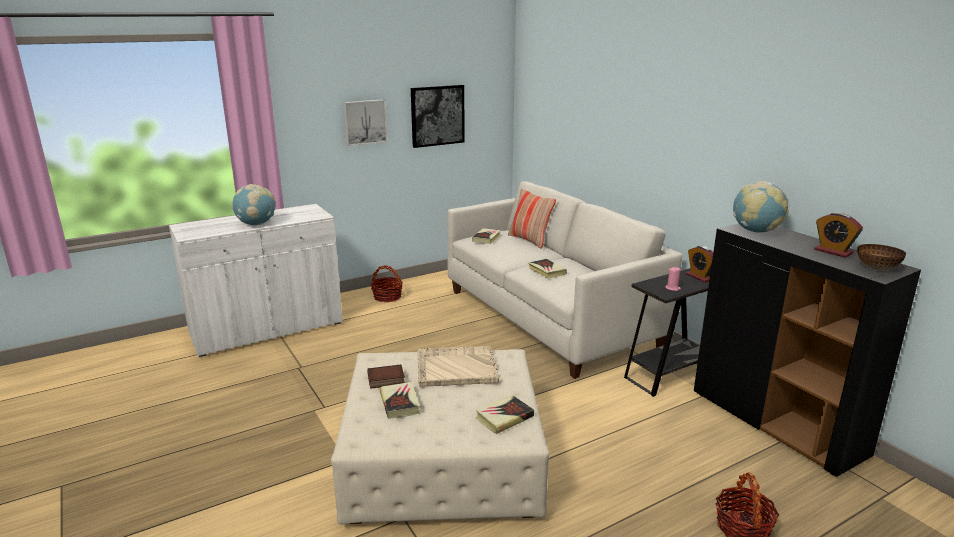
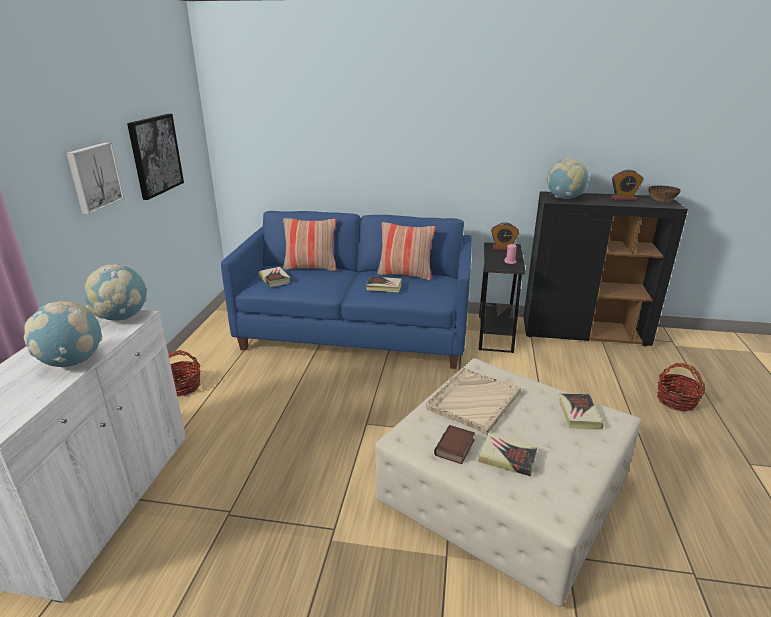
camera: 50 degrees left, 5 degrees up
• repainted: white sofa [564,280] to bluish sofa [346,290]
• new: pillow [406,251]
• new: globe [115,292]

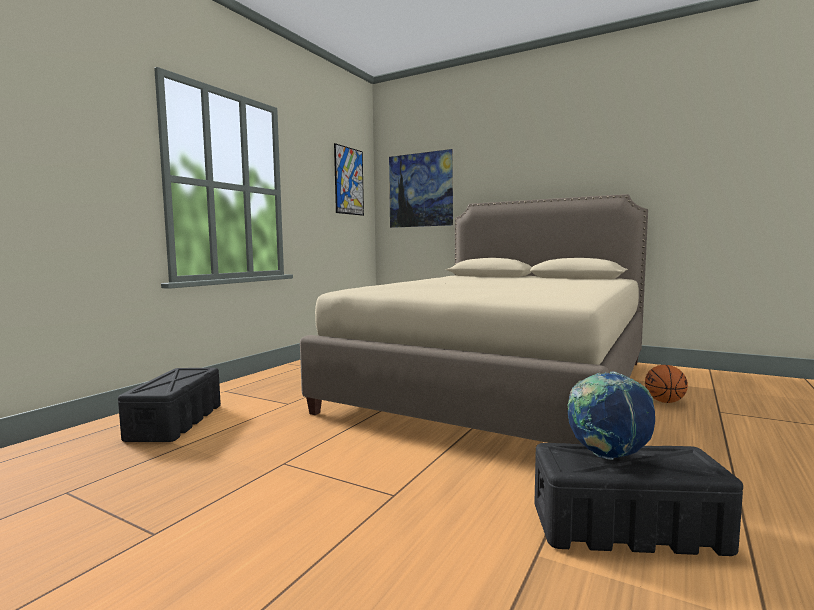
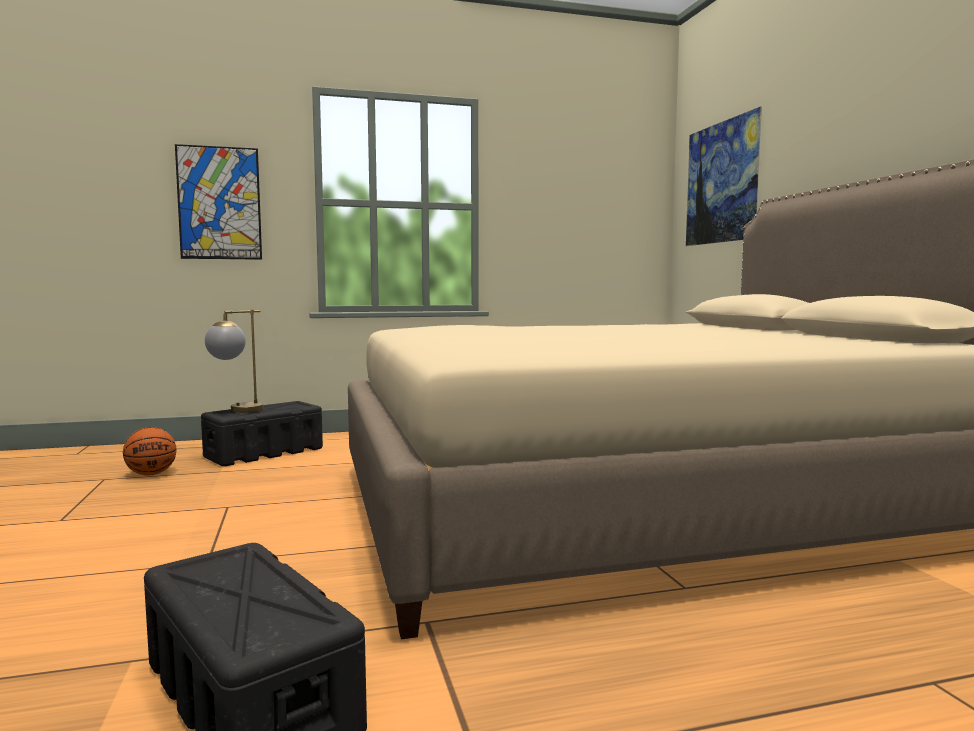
camera: 45 degrees right, 0 degrees up
• shifted: wall picture [349,179] to [218,202]
• shifted: ball for basketball [666,384] to [149,451]
• gone: globe [611,416]
• new: lamp for a table [234,361]

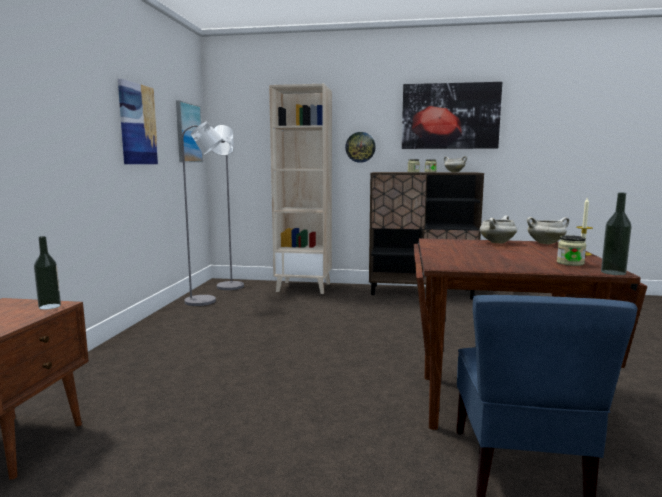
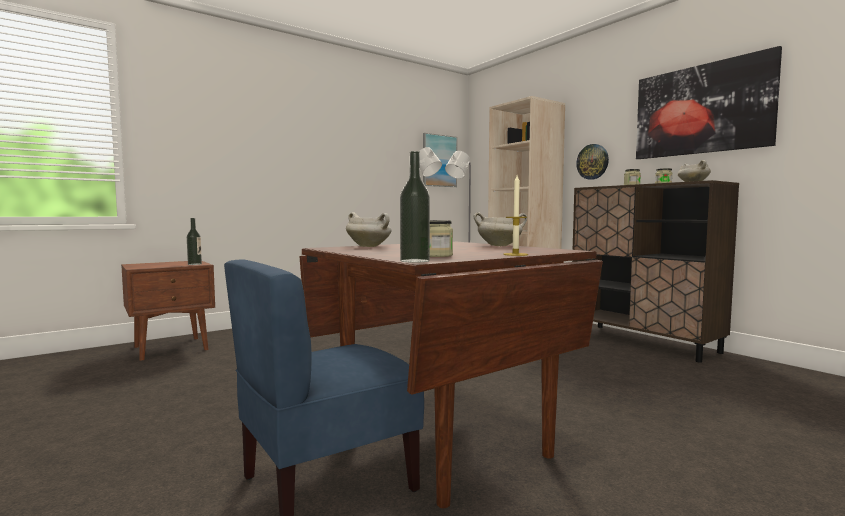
camera: 45 degrees right, 5 degrees down
• gone: wall picture [138,121]
• shifted: white stockpot [548,230] to [368,229]

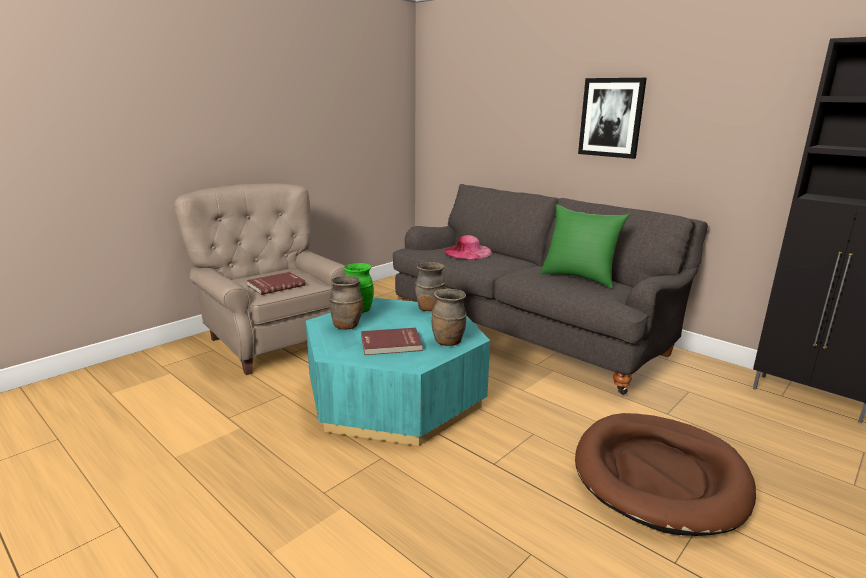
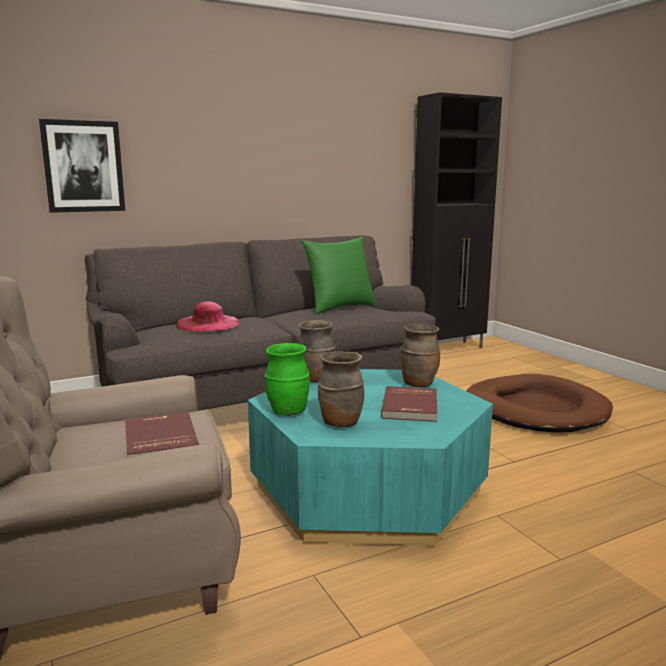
camera: 70 degrees left, 5 degrees down
• shifted: wall picture [612,118] to [82,166]

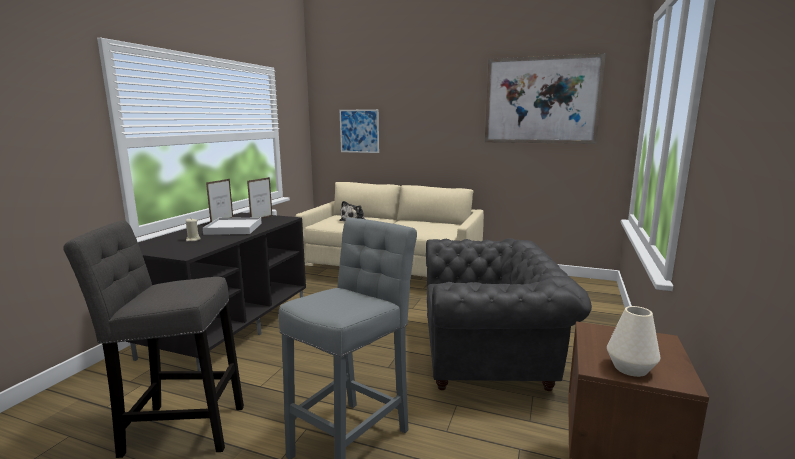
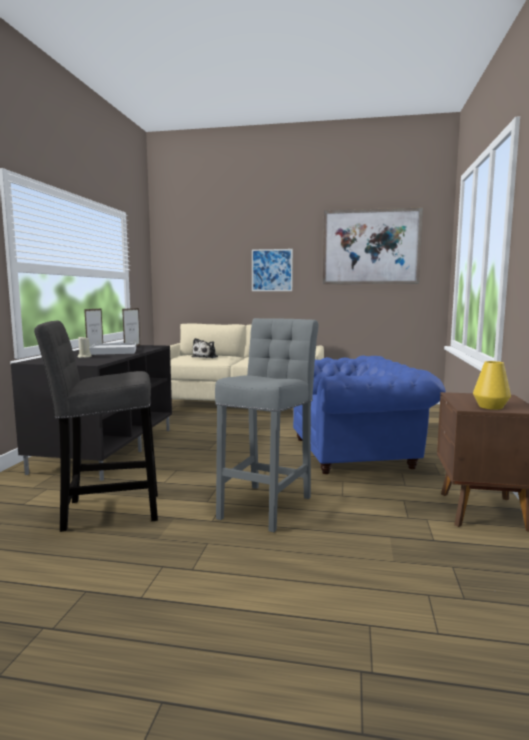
camera: 10 degrees left, 5 degrees down
• shifted: wall picture [359,131] to [272,270]
• repainted: grey lounge chair [509,314] to bluish lounge chair [369,414]
• repainted: white vase [633,341] to yellow-coloured vase [492,385]

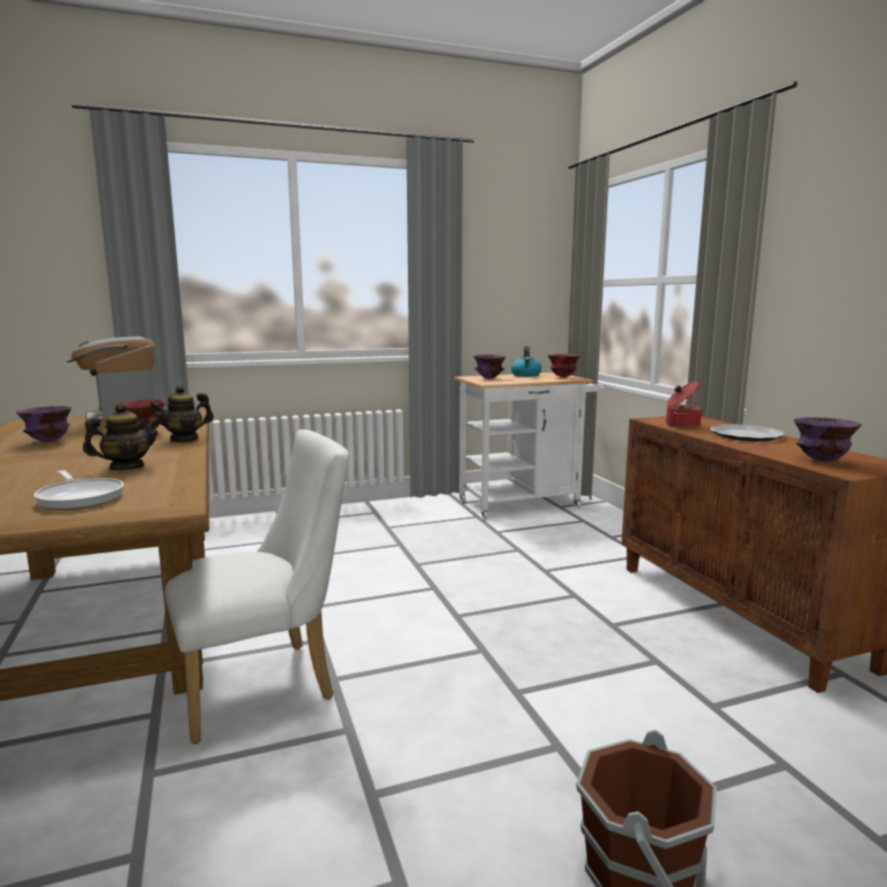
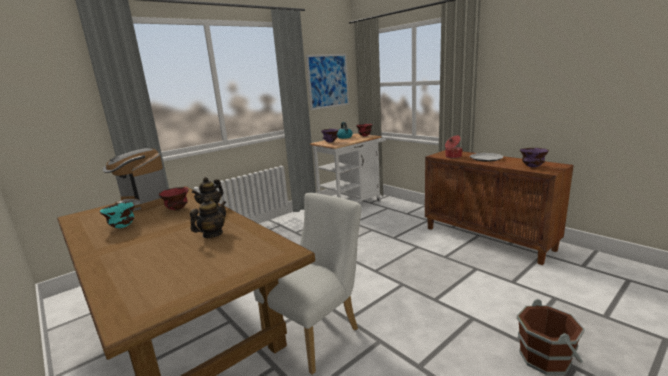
camera: 20 degrees left, 5 degrees up
• repainted: purplish bowl [44,424] to blue-green bowl [117,215]
• gone: skillet [79,490]
• new: wall picture [327,82]

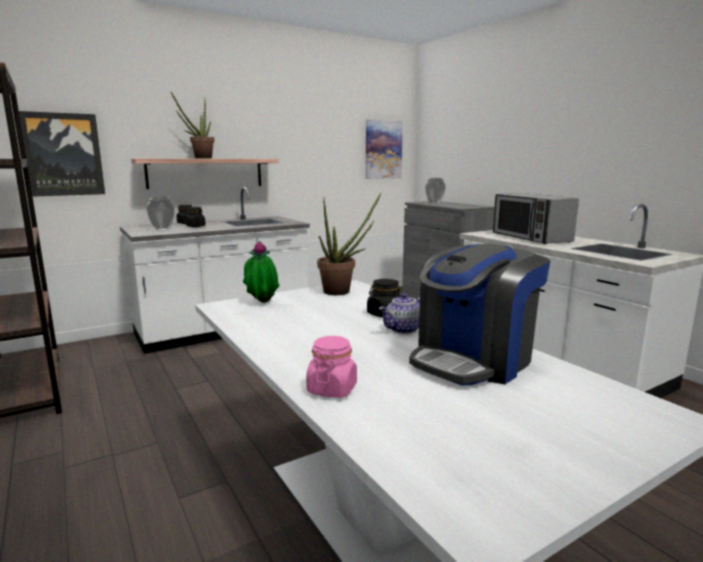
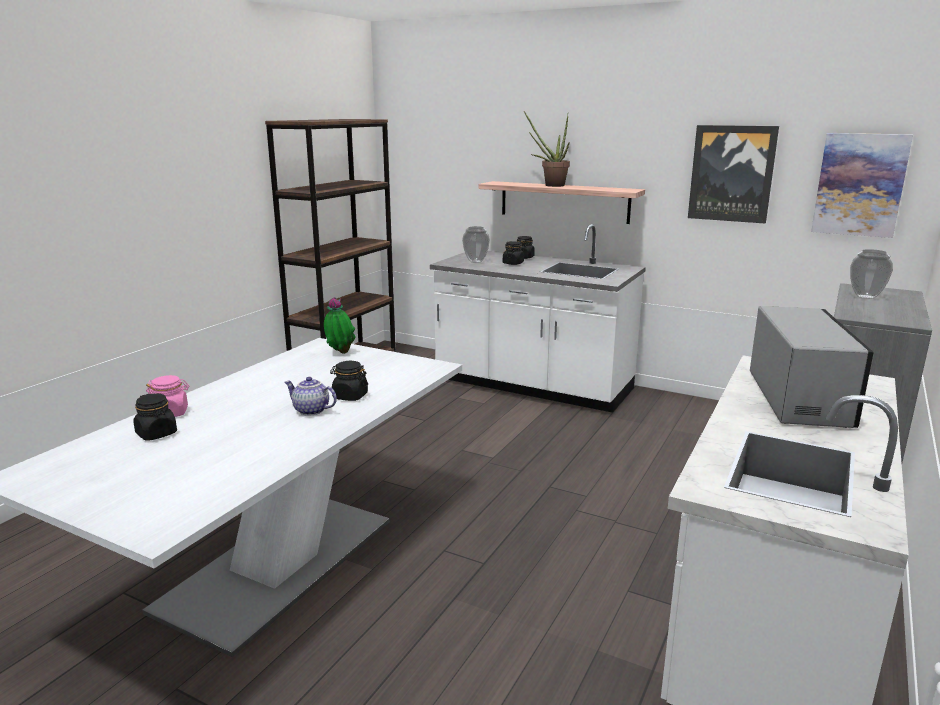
camera: 60 degrees right, 5 degrees up
• shifted: wall picture [62,154] to [733,174]
• gone: plant in a pot [349,244]
• rotated: microwave oven [536,218] = [812,367] 150 degrees clockwise
• gone: coffee machine [480,314]
• new: blackish preserve jar [155,417]

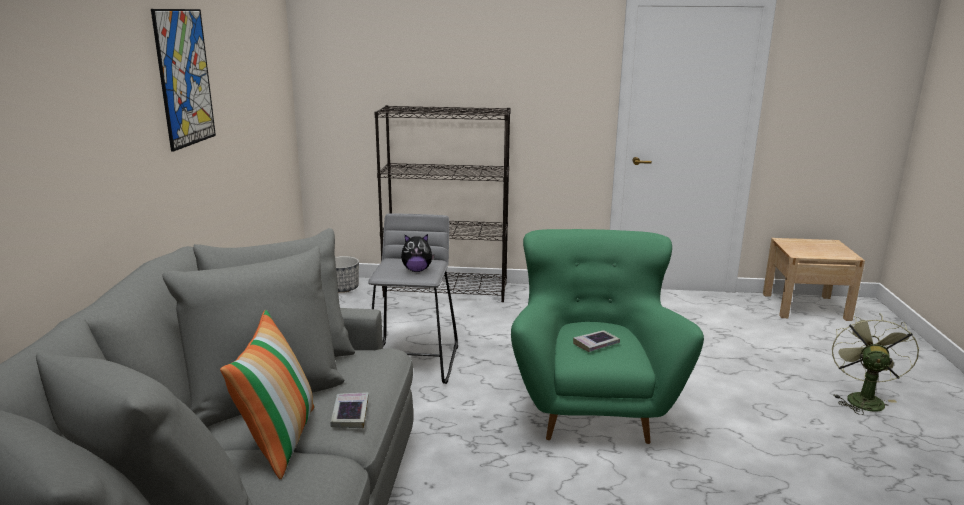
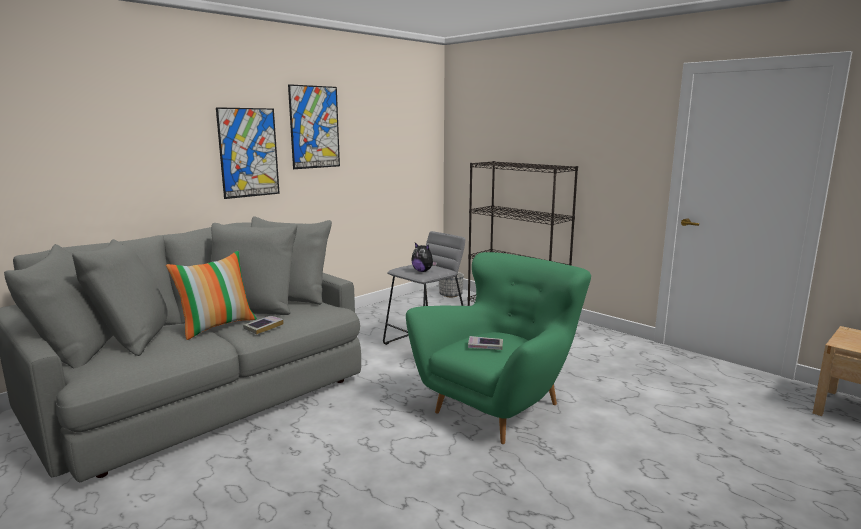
camera: 40 degrees right, 5 degrees down
• gone: green-coloured electric fan [875,364]
• new: wall picture [248,153]

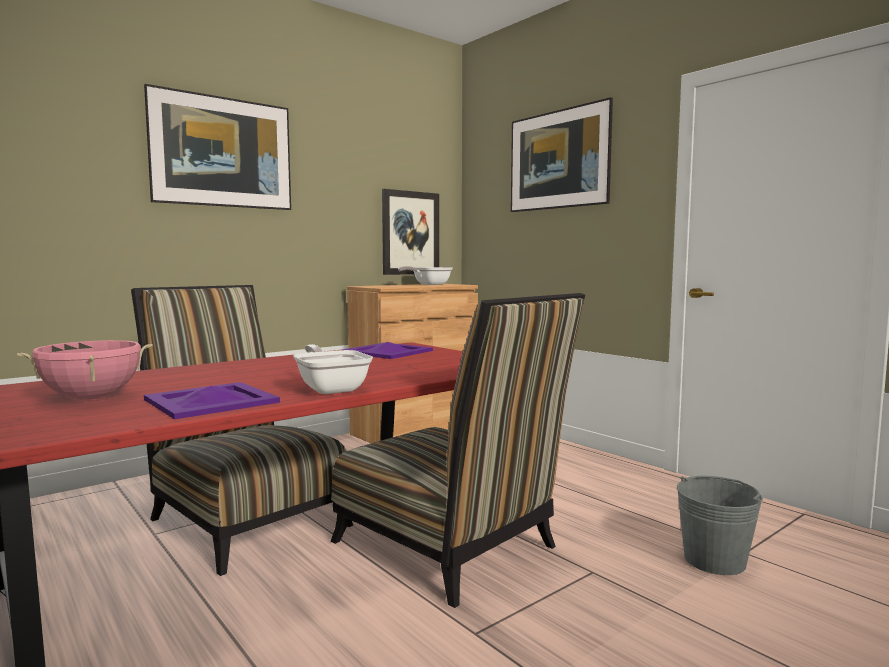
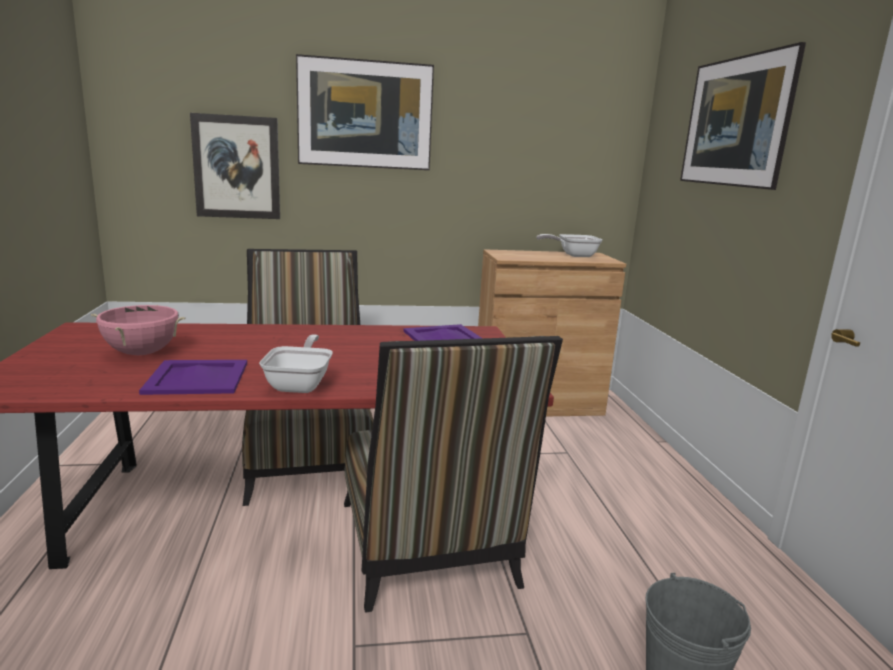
camera: 30 degrees right, 10 degrees up
• shifted: wall picture [410,232] to [235,166]

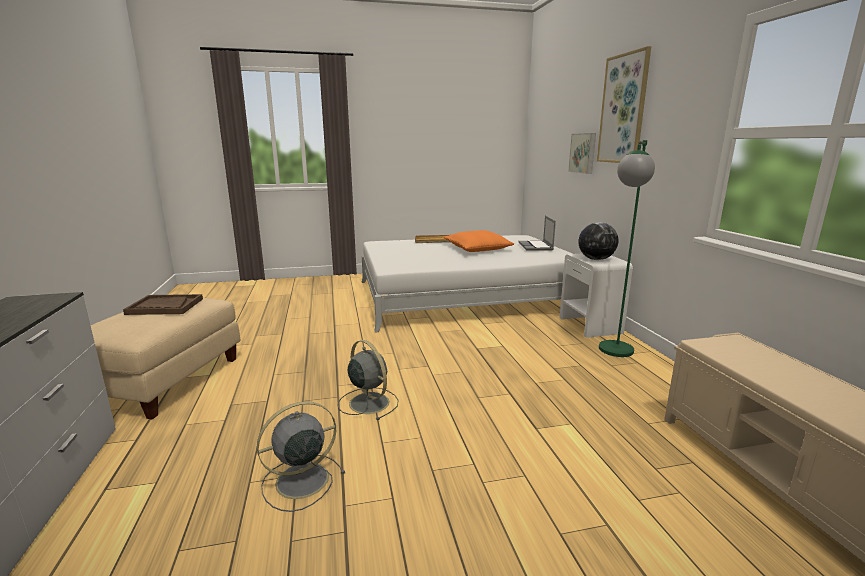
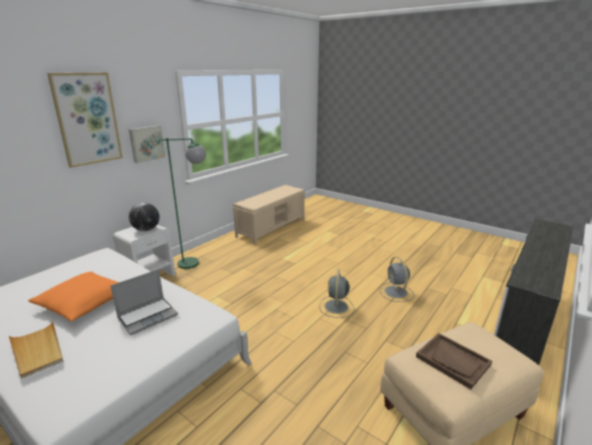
camera: 130 degrees left, 5 degrees up
• shifted: wall picture [582,153] to [147,144]
• shifted: notebook computer [537,233] to [144,302]
• rotated: grey electric fan [301,456] = [397,279] 60 degrees clockwise

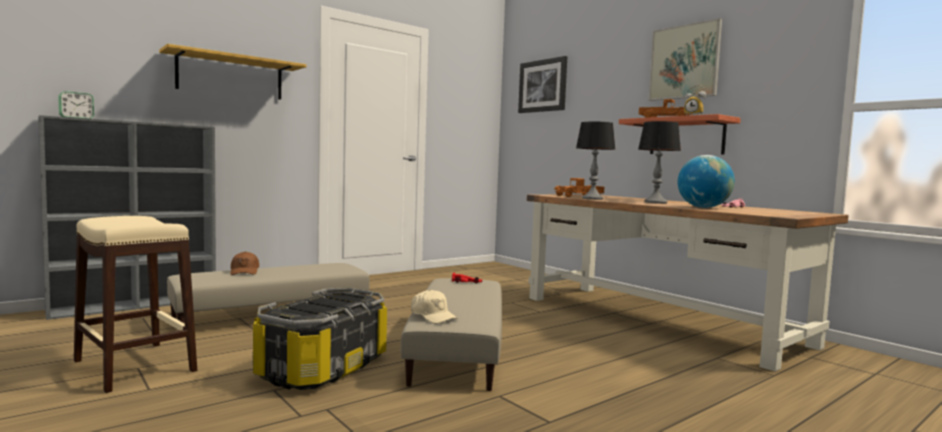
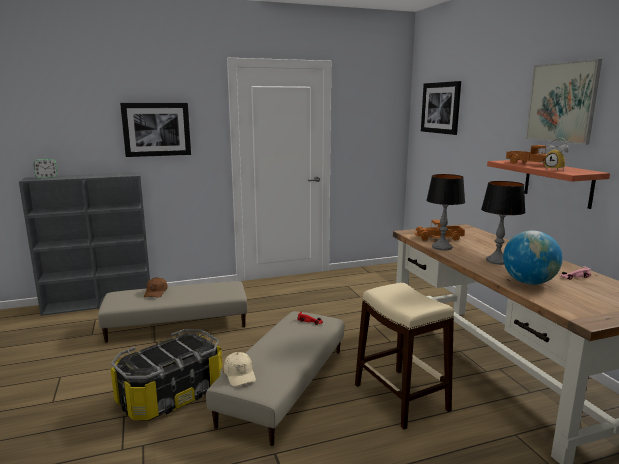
camera: 20 degrees right, 10 degrees up
• swapped: bracket shelf [233,72] to wall picture [155,130]
• shifted: beige stool [135,304] to [404,356]

